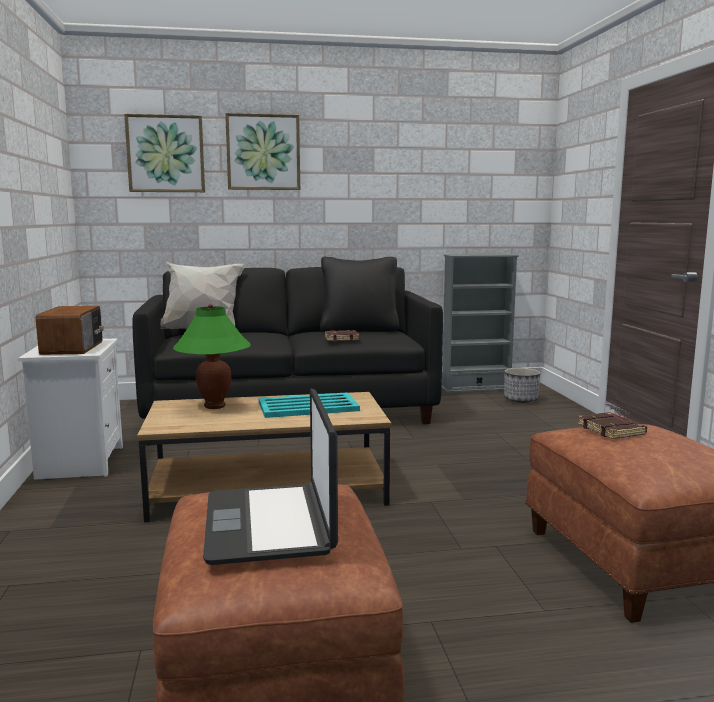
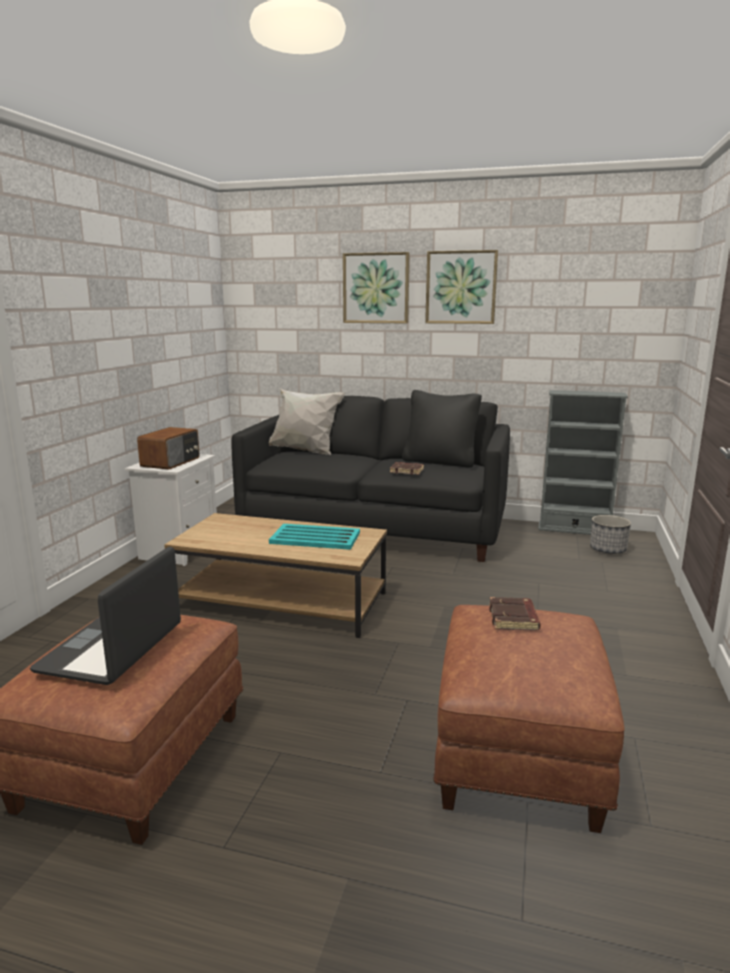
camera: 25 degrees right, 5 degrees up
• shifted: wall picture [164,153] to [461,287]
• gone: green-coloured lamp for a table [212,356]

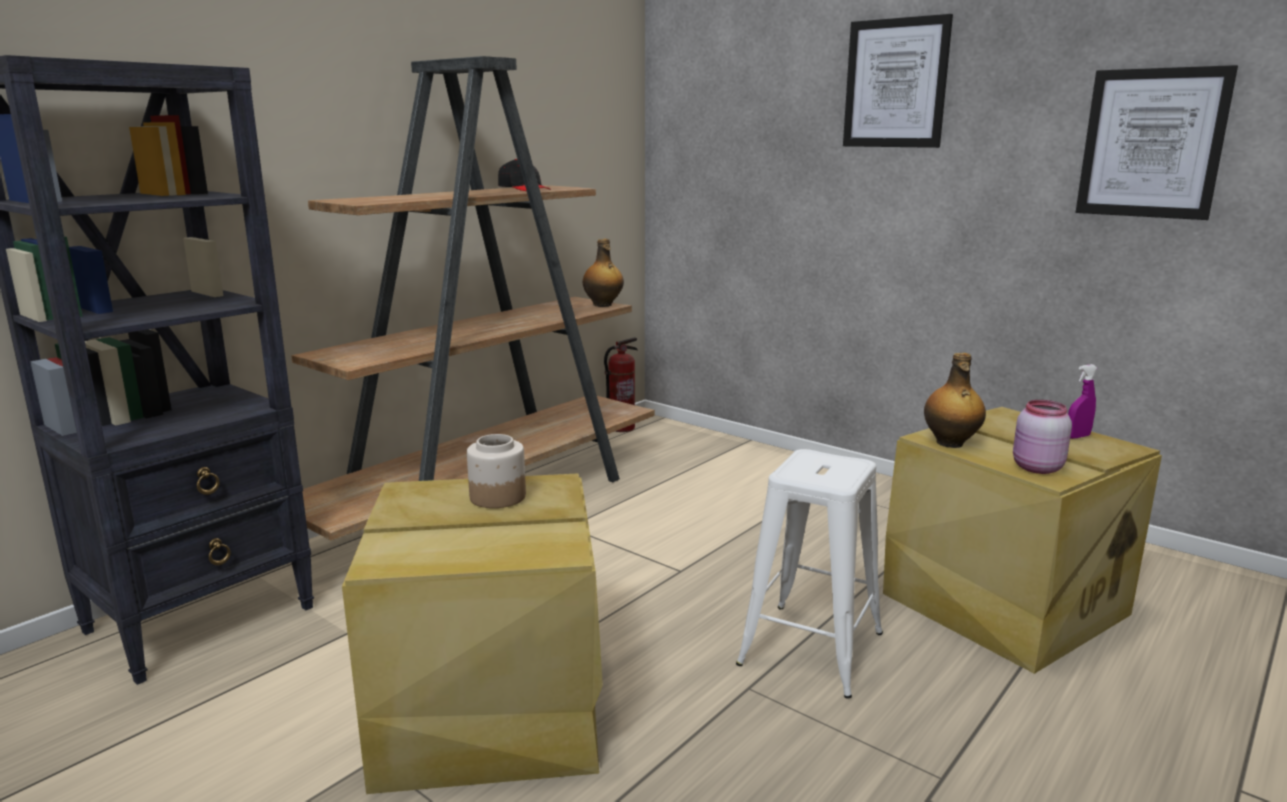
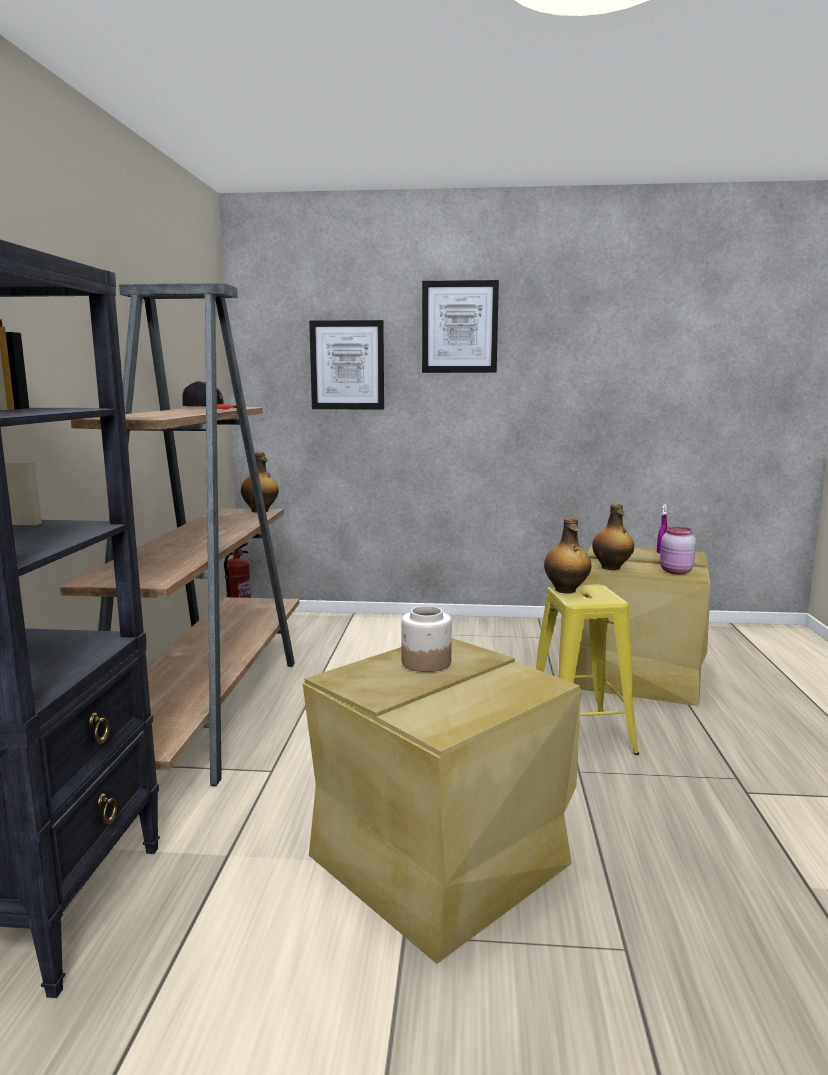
camera: 35 degrees left, 5 degrees down
• shifted: wall picture [1157,142] to [346,364]
• repainted: white stool [809,574] to yellow-coloured stool [587,669]
• new: beverage bottle [567,556]

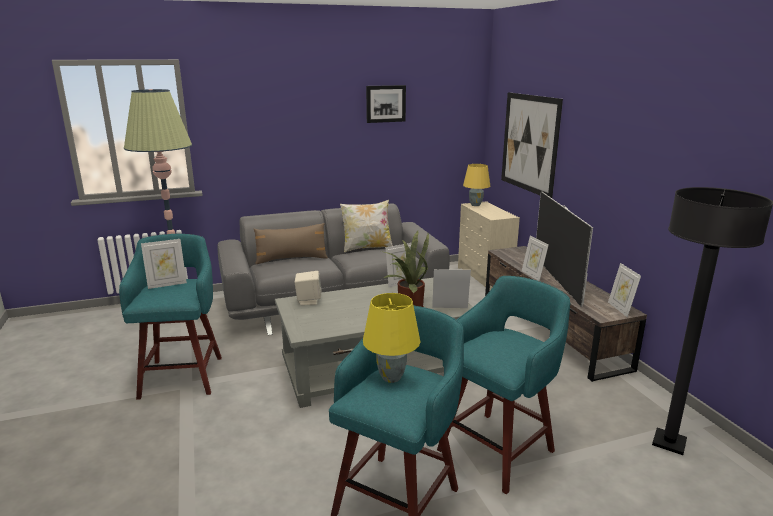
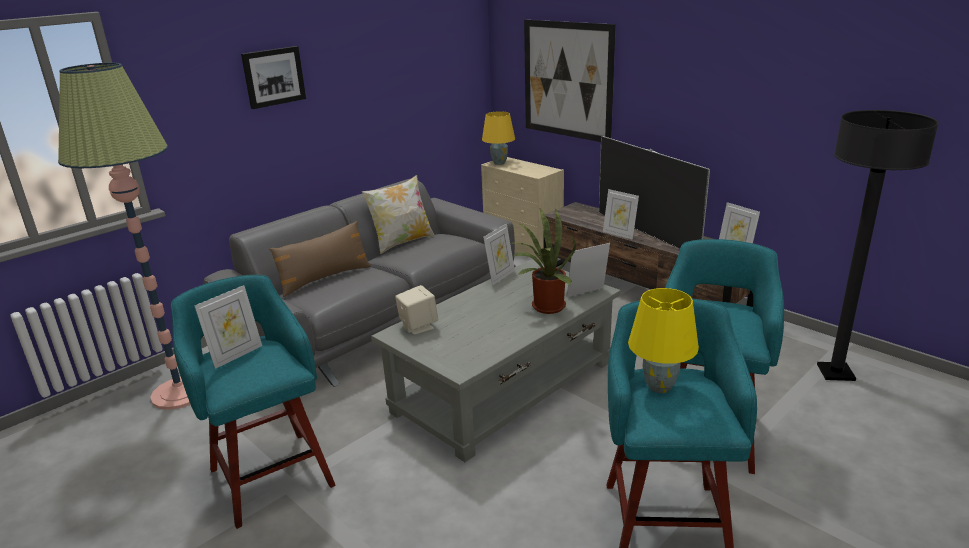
camera: 25 degrees left, 5 degrees up
• shifted: wall picture [386,104] to [273,77]

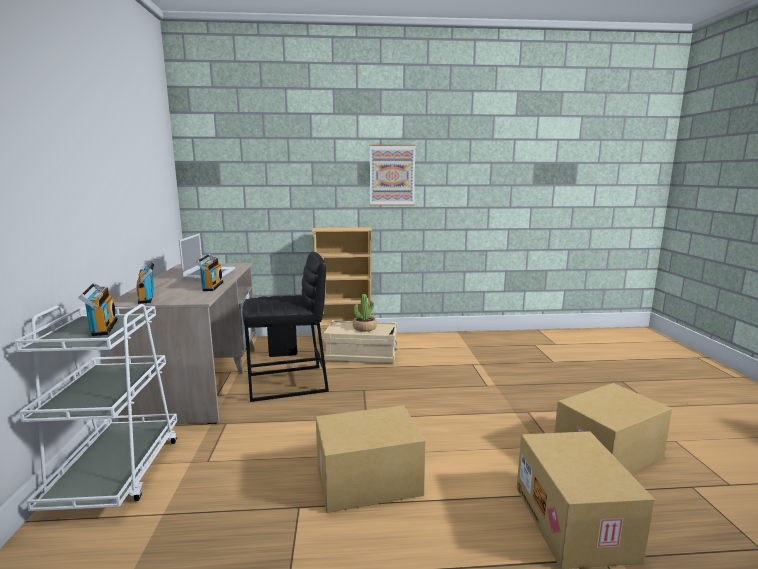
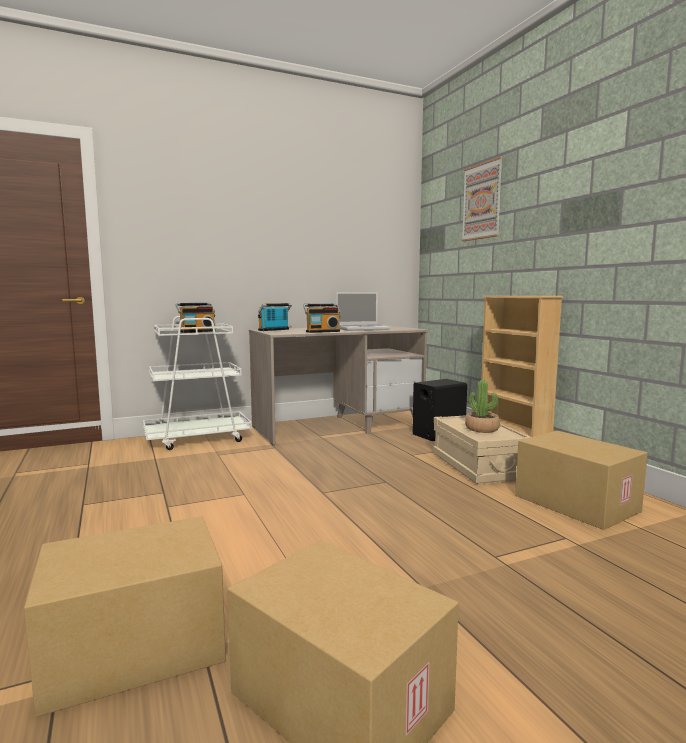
camera: 70 degrees right, 5 degrees down
• shifted: wall picture [392,175] to [482,199]
• gone: blackish stool [285,327]
• shifted: cardboard box [371,459] to [581,480]

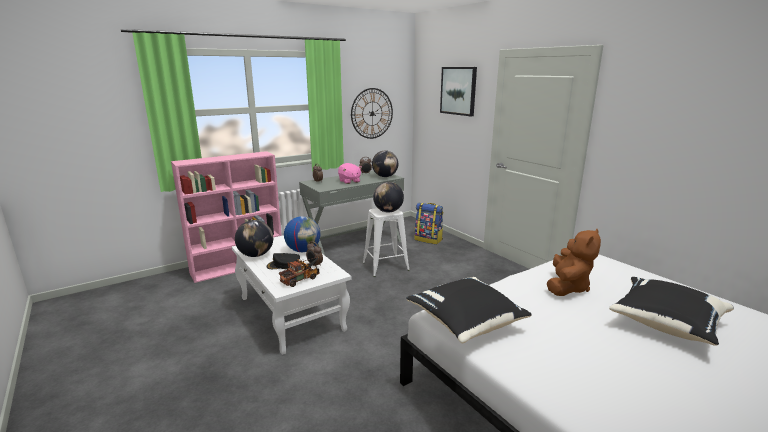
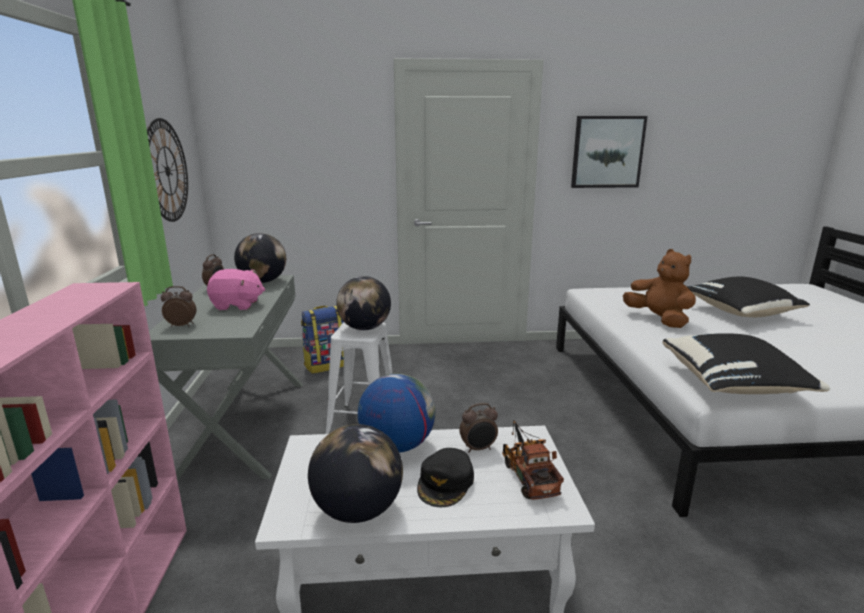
camera: 60 degrees left, 0 degrees up
• shifted: wall picture [458,91] to [609,152]

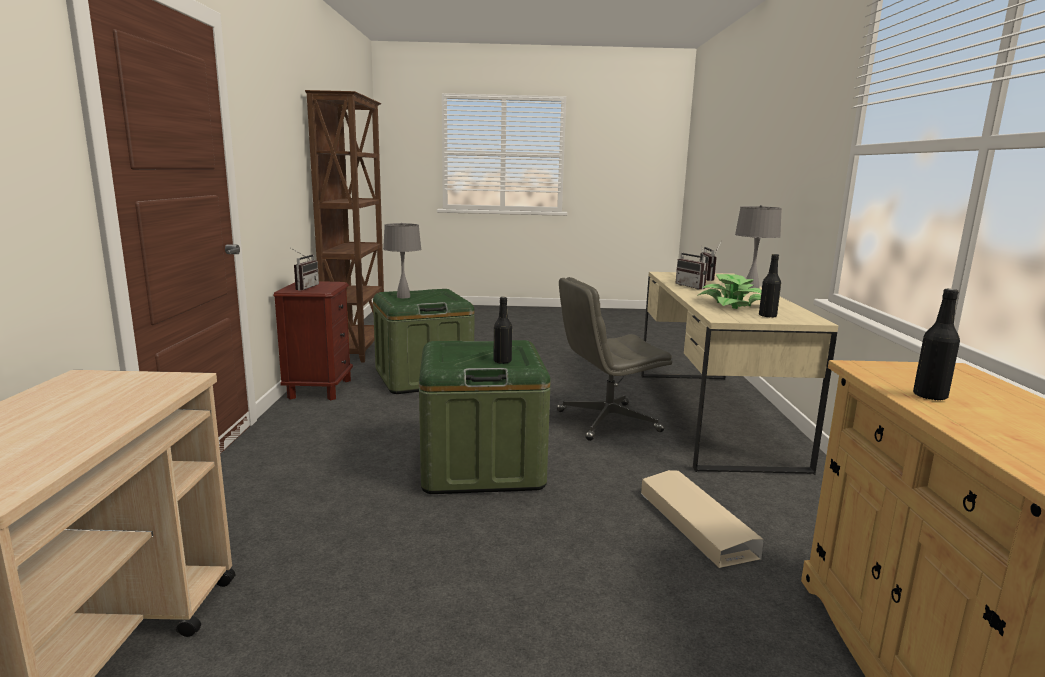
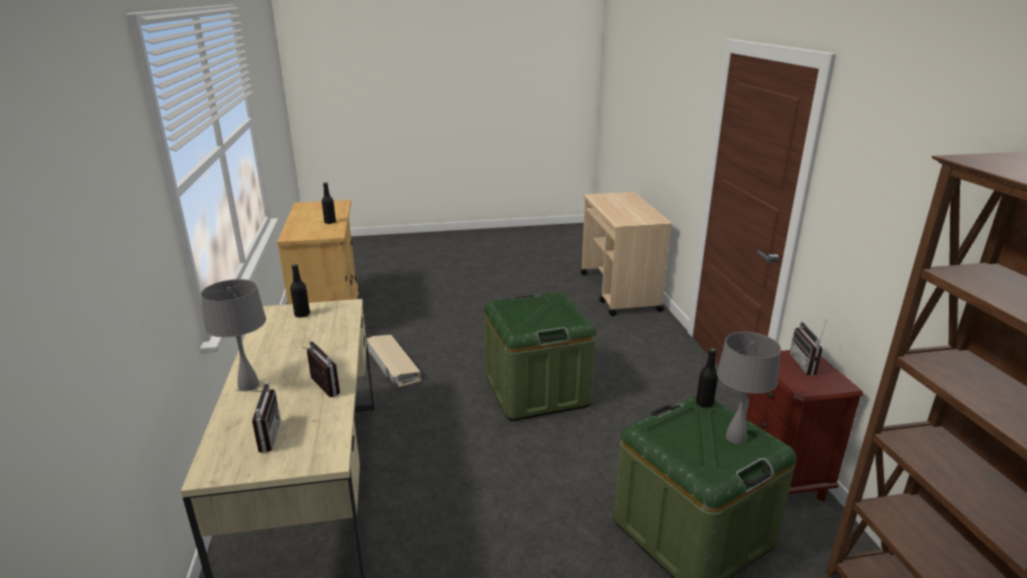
camera: 170 degrees right, 10 degrees up
• gone: plant in a pot [729,291]
• gone: grey office chair [614,359]
• shifted: blackish beverage bottle [502,330] to [707,378]

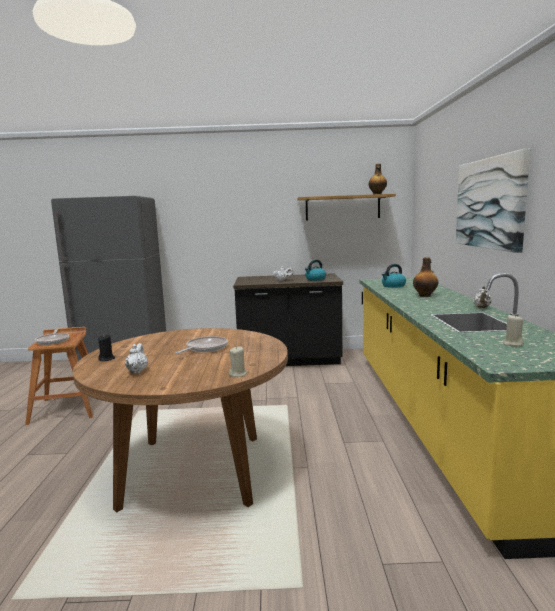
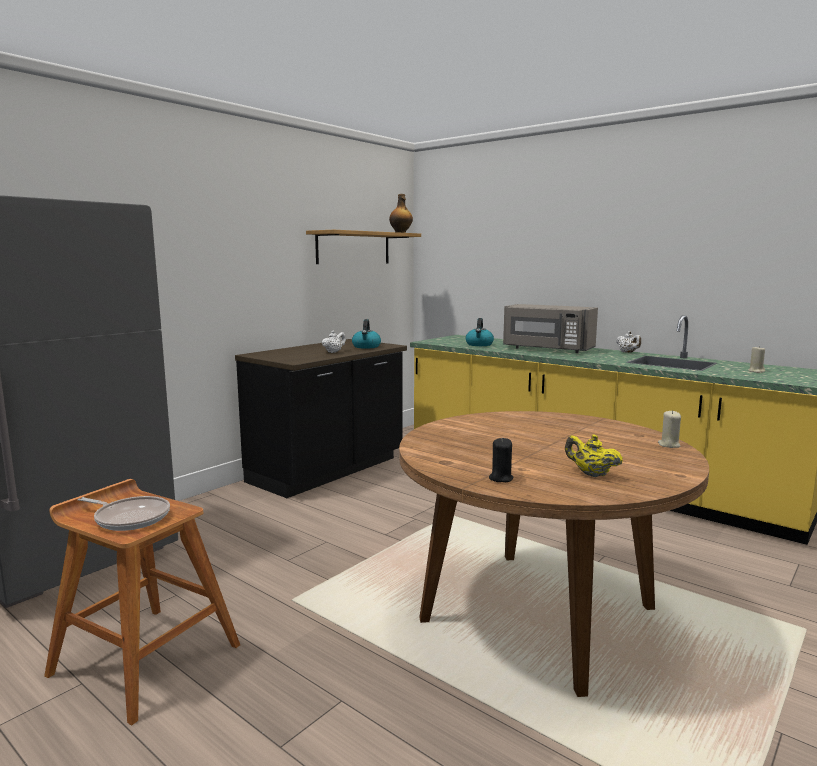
camera: 50 degrees left, 0 degrees up
• gone: wall picture [493,200]
• swapped: beverage bottle [426,277] to grey microwave oven [550,328]
• gone: skillet [201,345]
• repainted: white tea pot [136,358] to yellow-coloured tea pot [594,455]

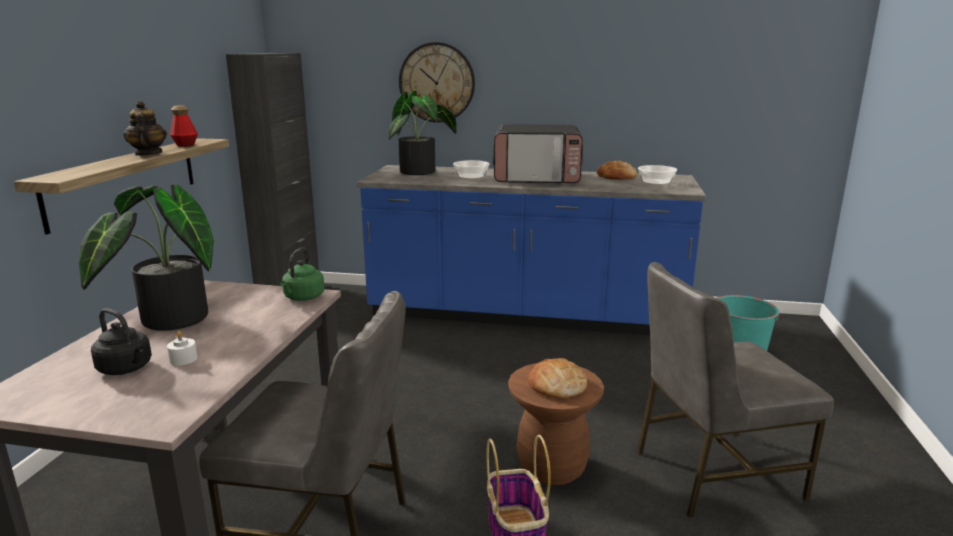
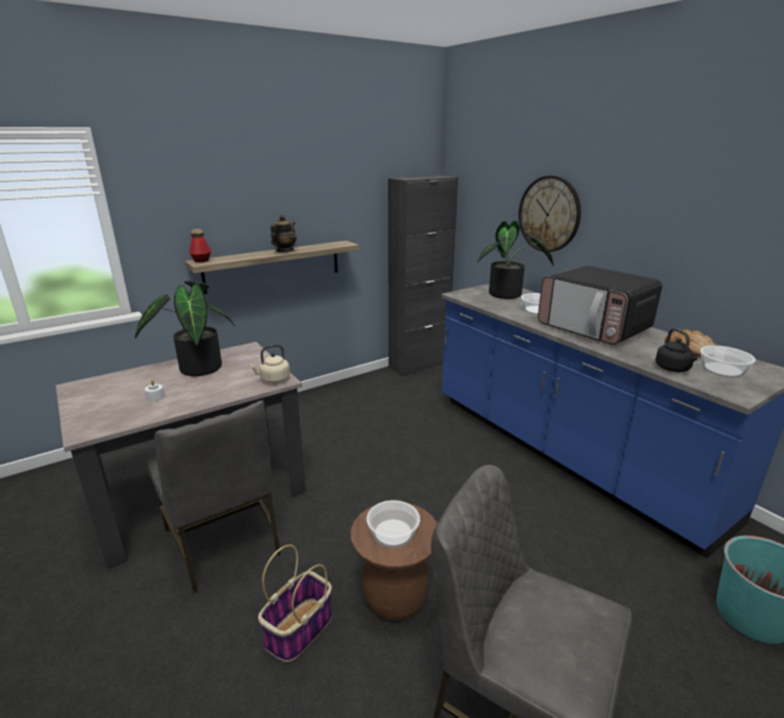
camera: 45 degrees right, 5 degrees up
• shifted: beverage bottle [184,126] to [200,246]
• repainted: green-coloured water kettle [302,274] to beige water kettle [269,363]
• shifted: blackish water kettle [121,341] to [676,350]
• swapped: baked bread [557,378] to bowl [393,524]

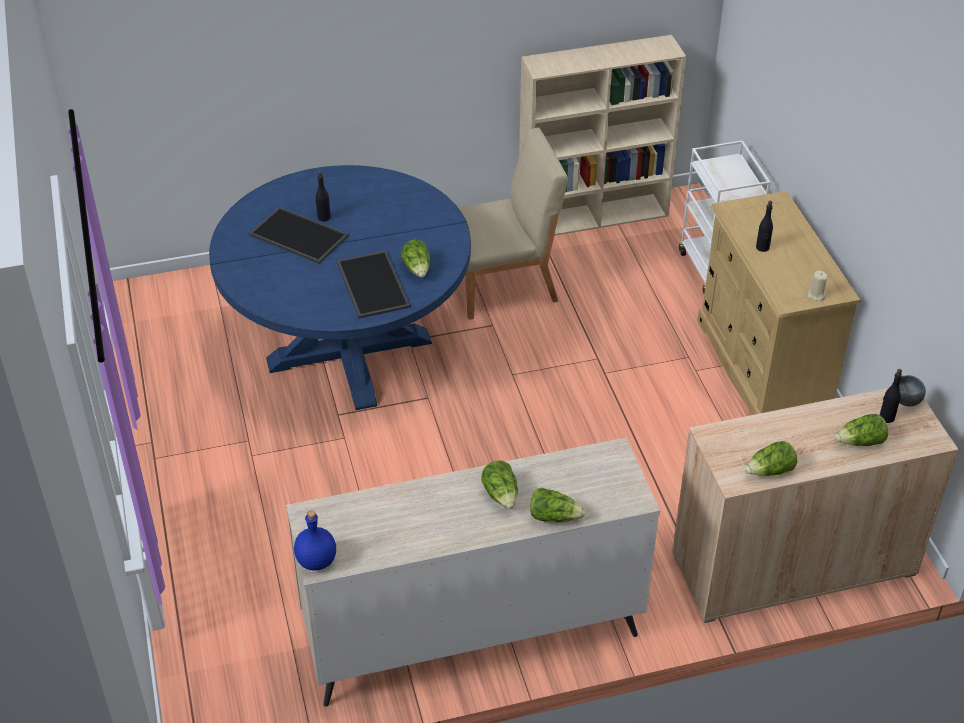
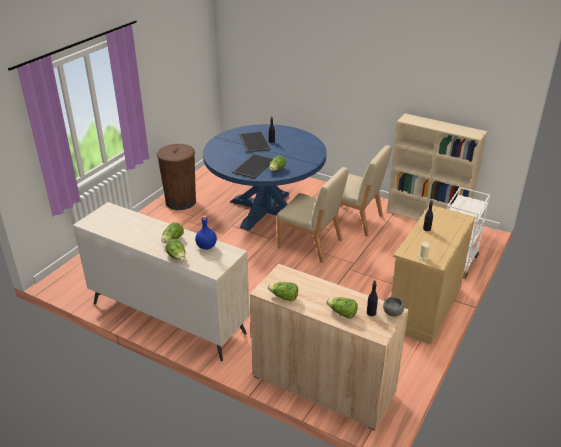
camera: 45 degrees right, 10 degrees down
• shifted: bluish beverage bottle [315,540] to [206,232]
• new: brown-coloured rubbish bin [176,177]
• new: beige upright chair [313,215]

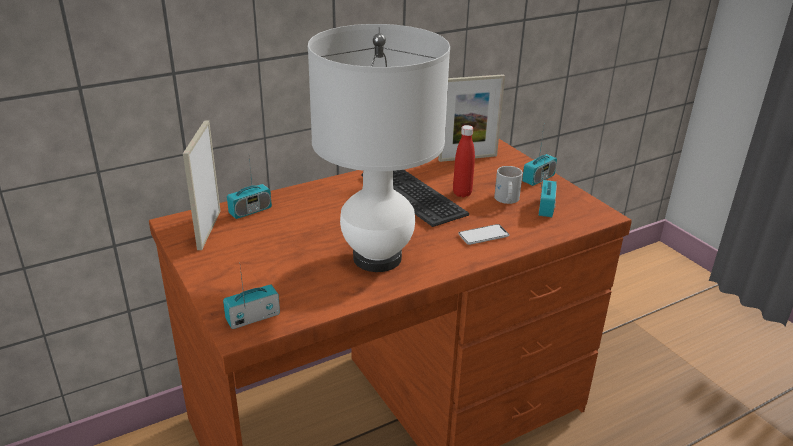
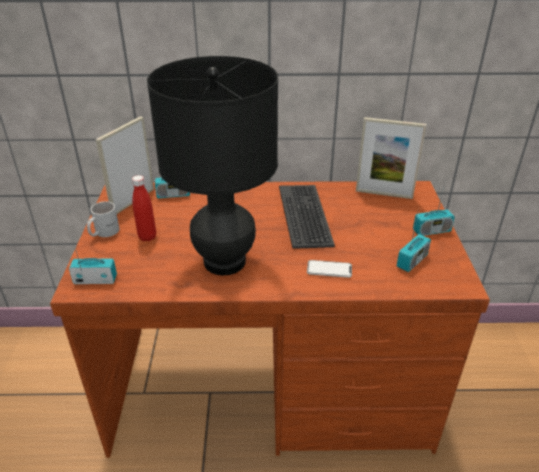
camera: 30 degrees right, 5 degrees up
• repainted: white lamp for a table [379,148] to blackish lamp for a table [212,165]
• shifted: reddish beverage bottle [464,161] to [144,208]
• shifted: white tea mug [508,185] to [103,219]

